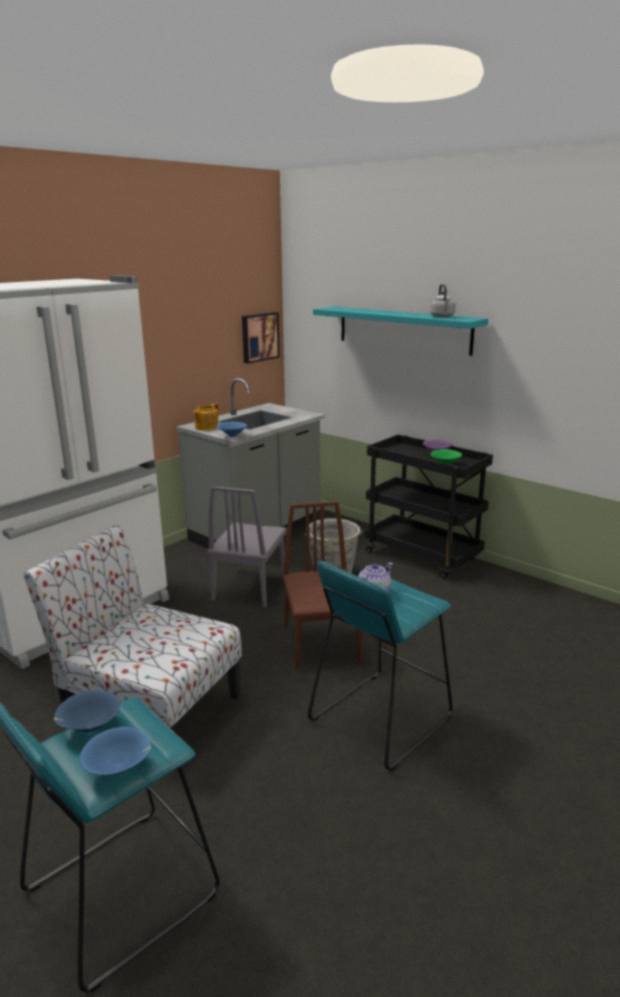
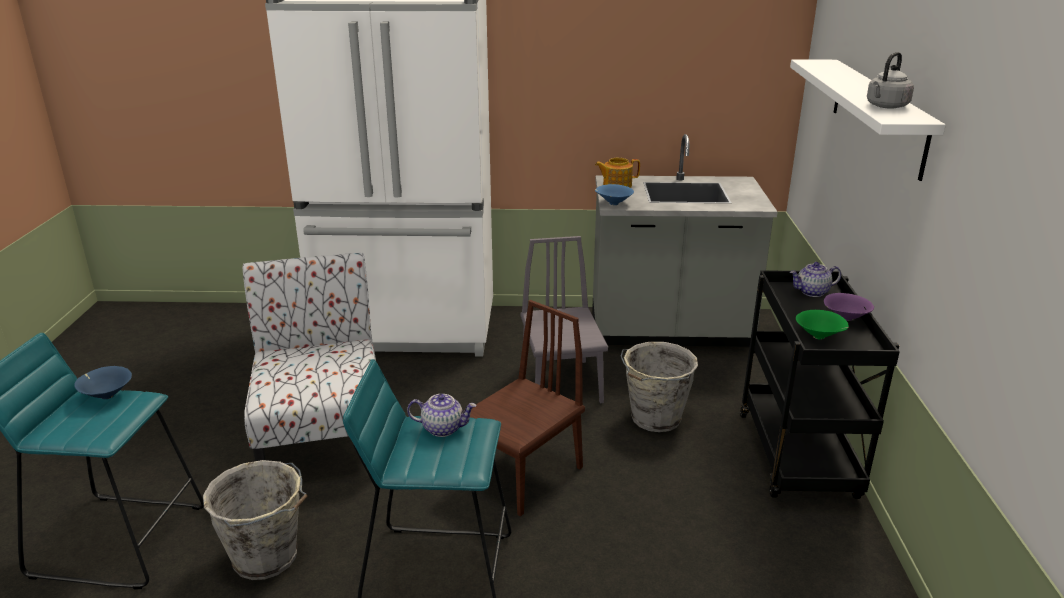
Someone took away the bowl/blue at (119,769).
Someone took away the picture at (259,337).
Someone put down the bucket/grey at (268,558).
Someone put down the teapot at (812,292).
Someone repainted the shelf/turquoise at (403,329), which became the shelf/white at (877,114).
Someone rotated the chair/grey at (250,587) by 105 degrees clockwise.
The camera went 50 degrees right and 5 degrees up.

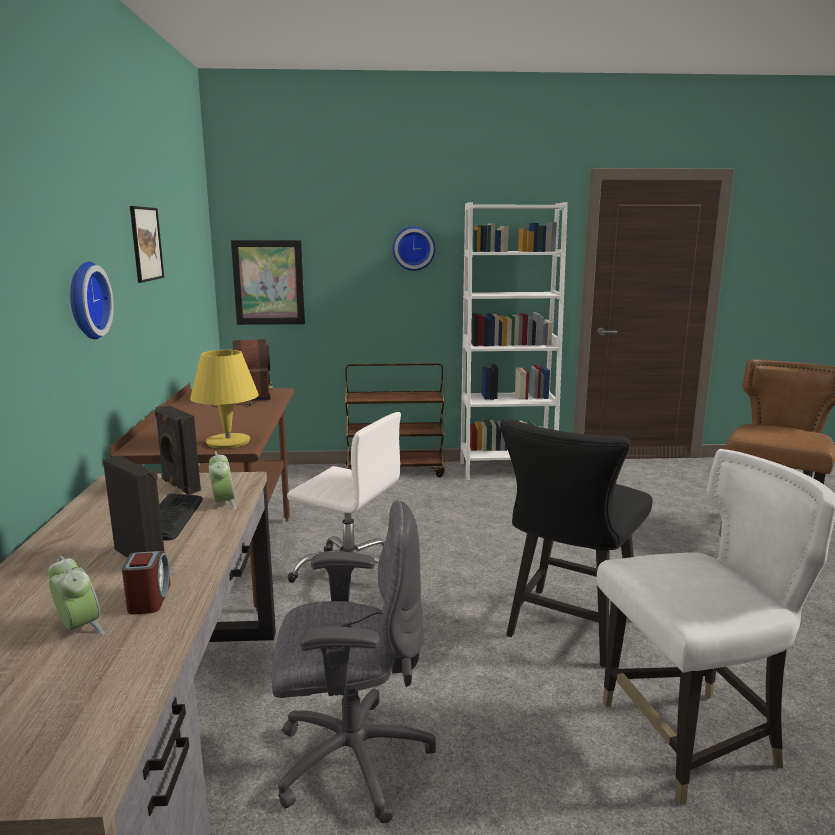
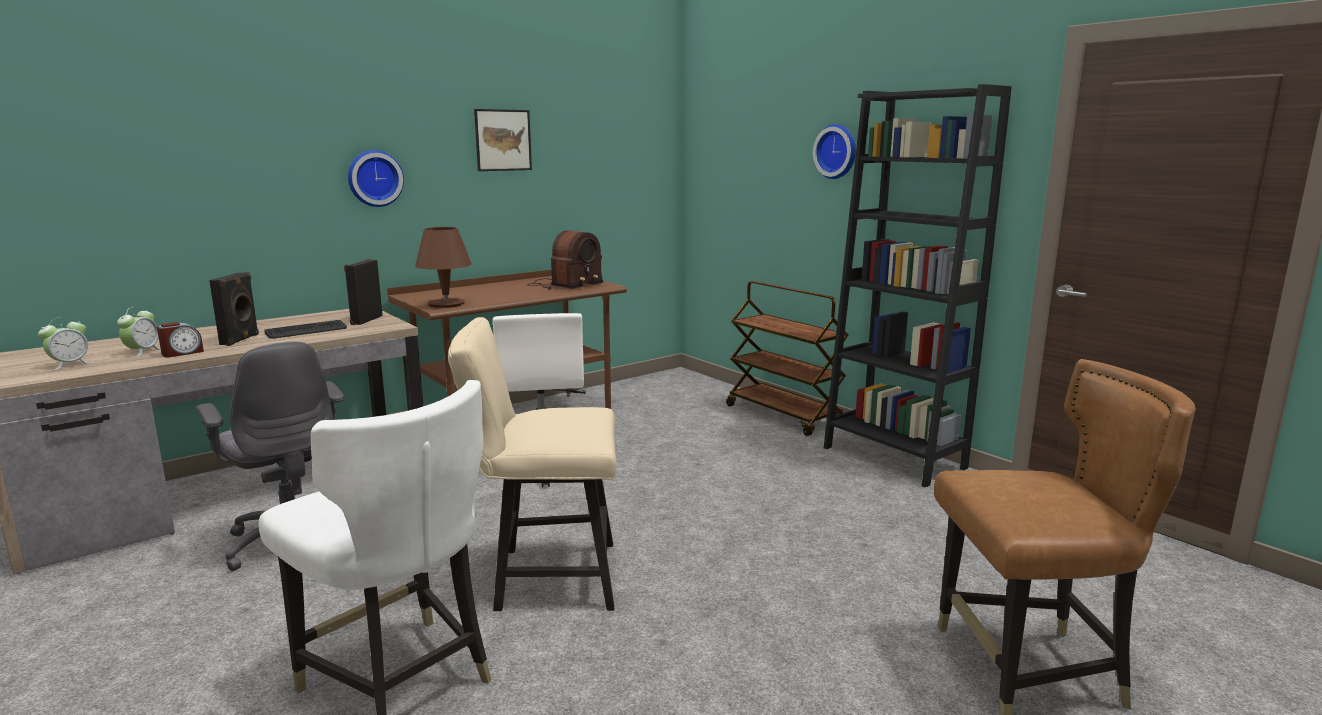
Someone took away the picture at (268,282).
Someone carried the alarm clock from (223,504) to (70,365).
Someone repainted the table lamp/yellow at (228,442), which became the table lamp/brown at (446,304).
Someone repainted the bookcase/white at (507,470), which became the bookcase/black at (893,457).
Someone repainted the chair/black at (567,631), which became the chair/beige at (545,577).
The camera went 55 degrees right and 0 degrees up.

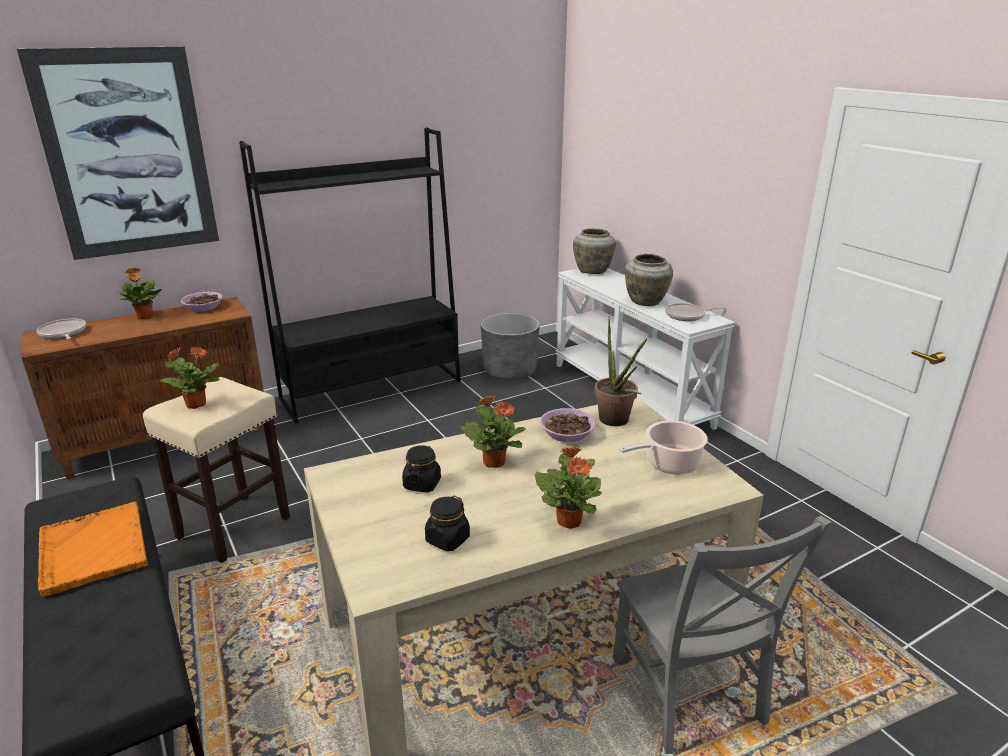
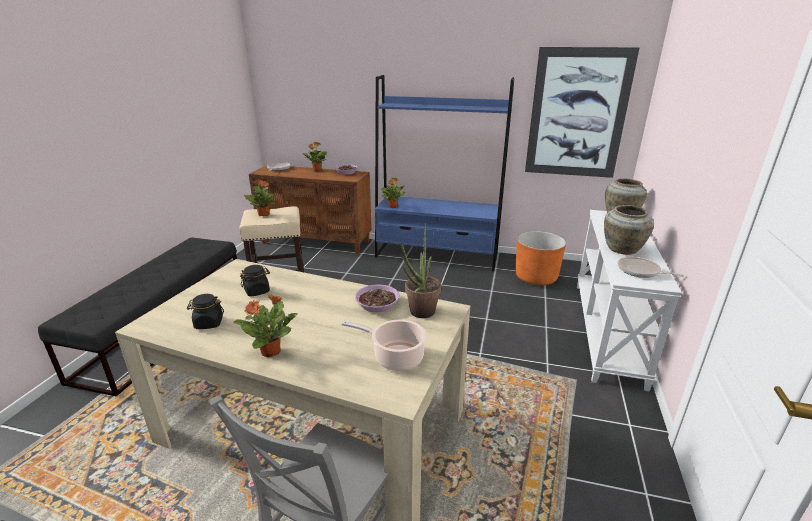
Someone took away the tray/orange at (93,550).
Someone carried the picture from (128,154) to (577,114).
Someone carried the potted plant from (493,462) to (393,206).
Someone repainted the bookcase/black at (373,390), which became the bookcase/blue at (436,256).
Someone repainted the planter/grey at (509,371), which became the planter/orange at (536,277).
The camera went 45 degrees right and 0 degrees up.

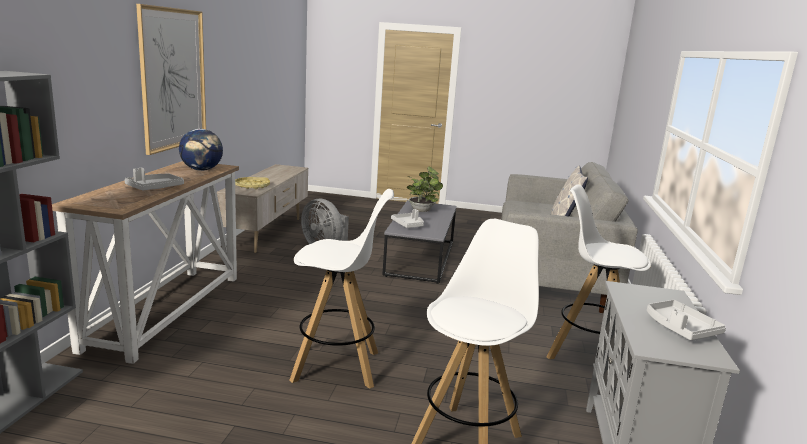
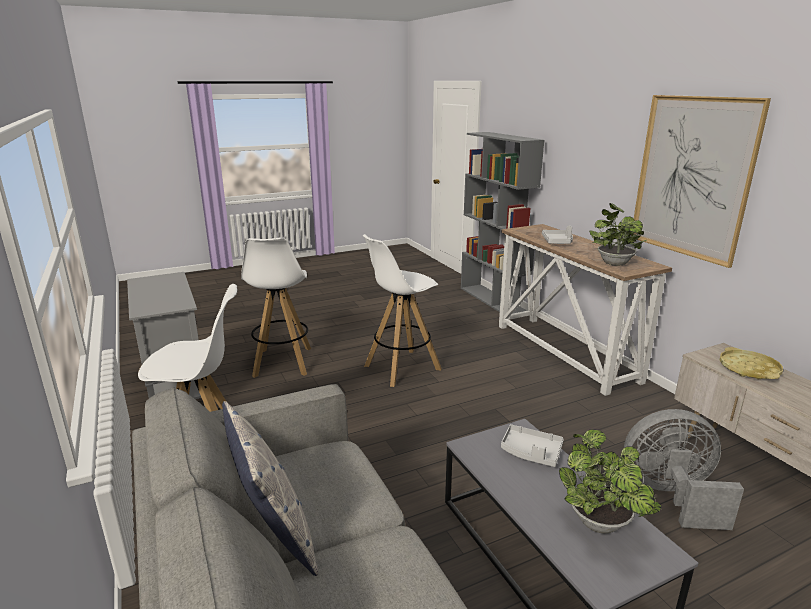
Someone took away the tray/grey at (680,328).
Someone swapped the globe at (202,170) for the potted plant at (613,262).
The camera went 145 degrees right and 5 degrees up.

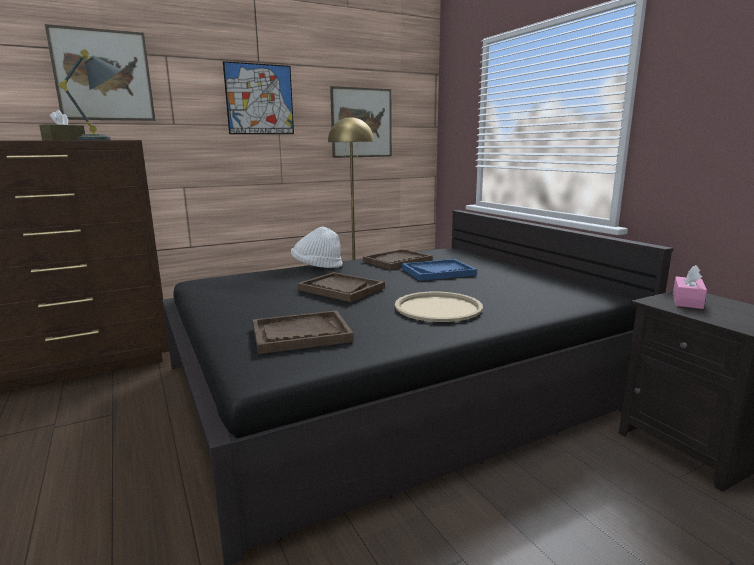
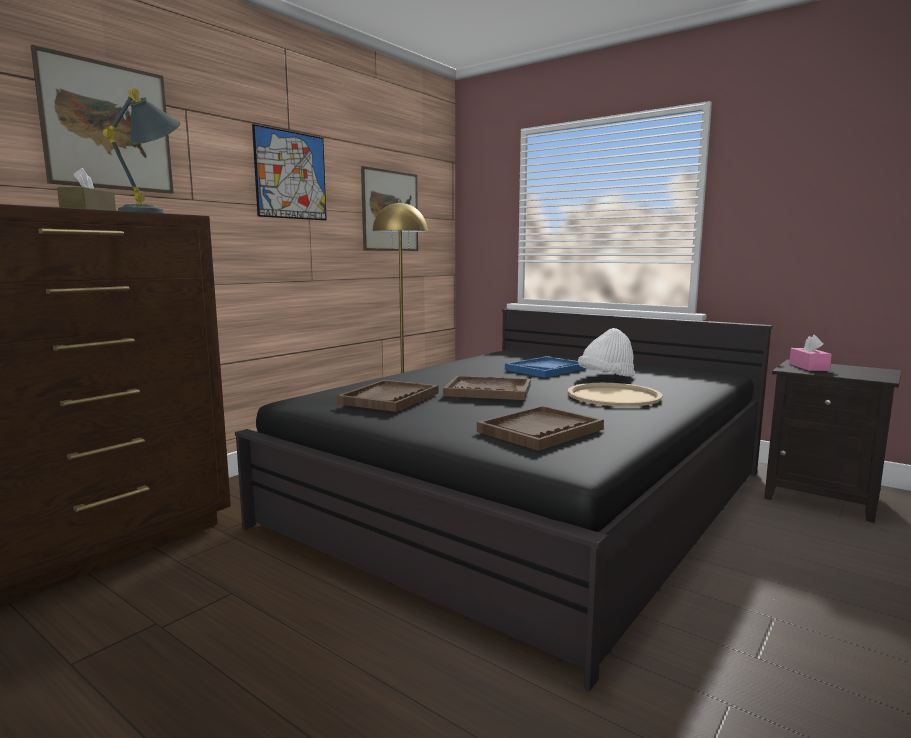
Someone carried the hat/white from (317,267) to (606,377).
Someone carried the tray/brown from (397,261) to (389,398).
The camera went 25 degrees left and 5 degrees down.

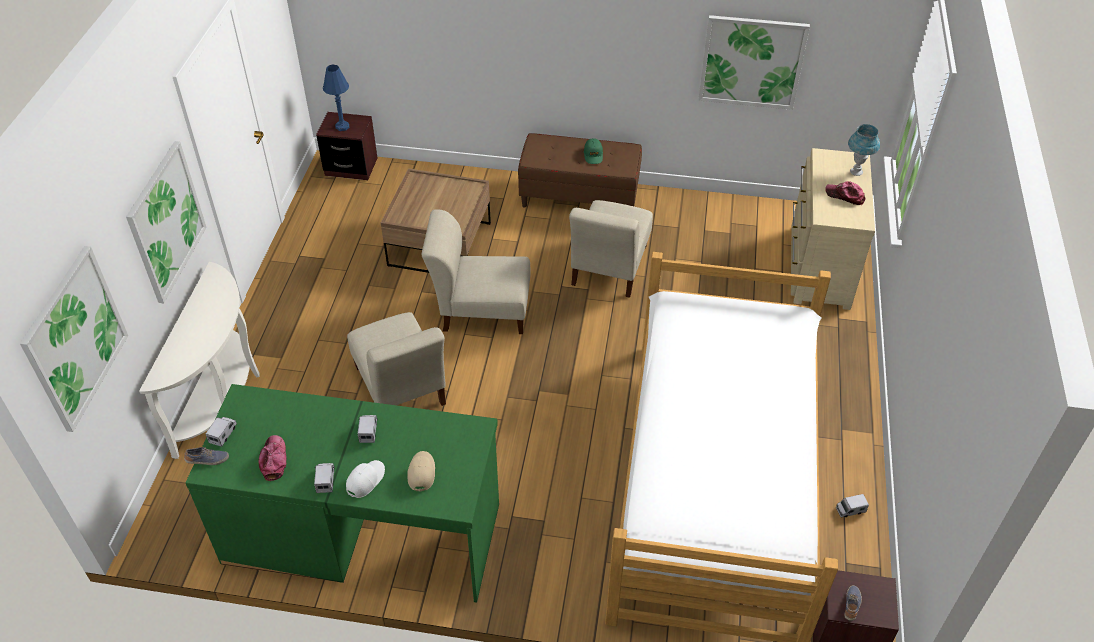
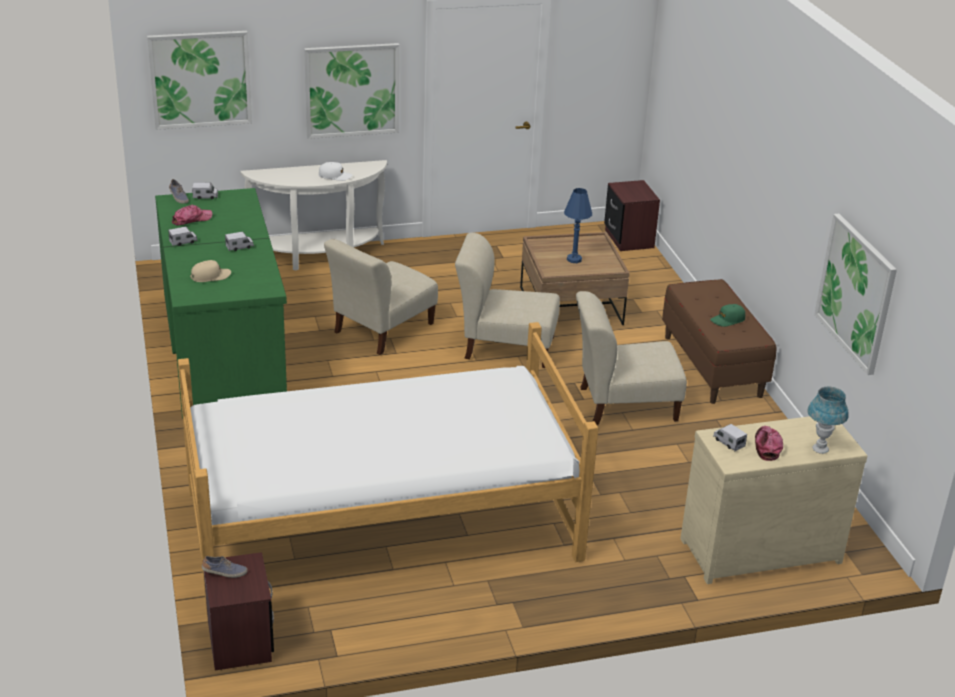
Someone carried the table lamp/blue from (342,127) to (574,259).
Someone carried the cap/white from (365,480) to (335,176).
Someone carried the toy truck from (850,510) to (728,442).
Someone rotated the chair/beige at (481,310) by 60 degrees counterclockwise.
The camera went 65 degrees right and 15 degrees down.

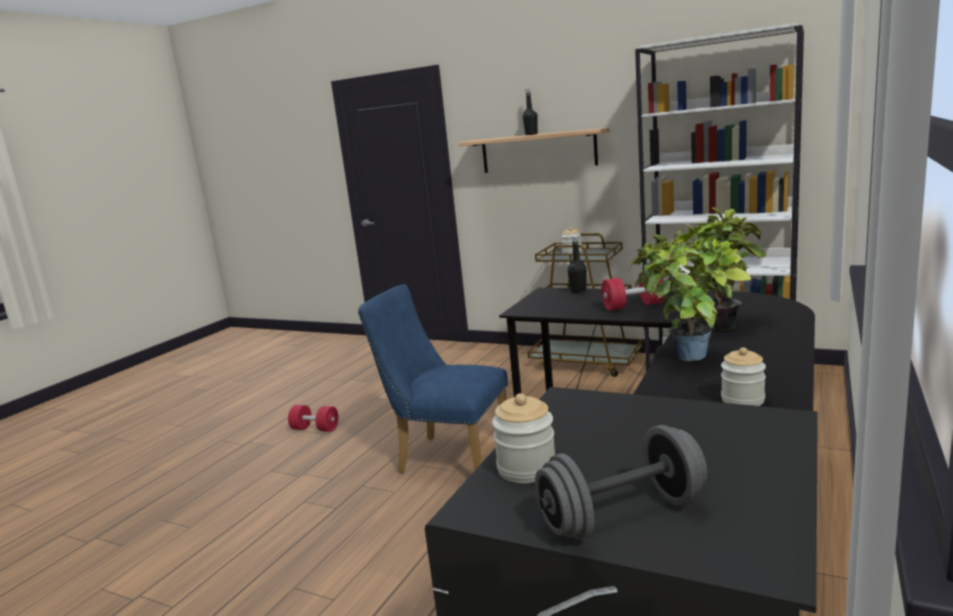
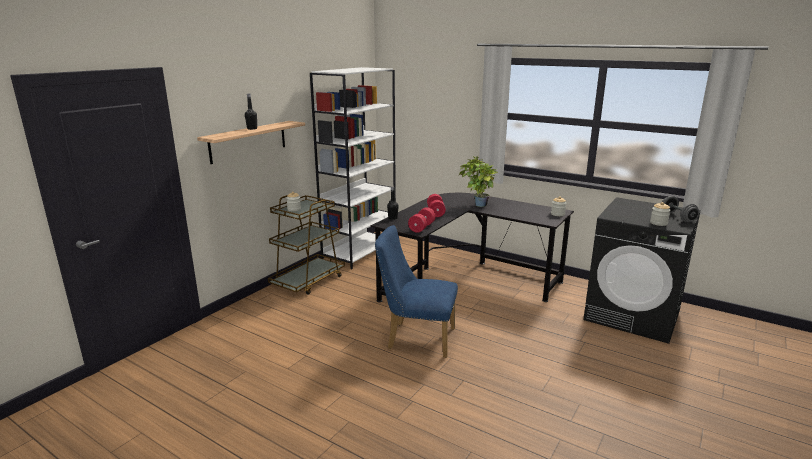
Someone took away the potted plant at (685,359).
Someone carried the dumbbell/red from (315,429) to (422,227).
Someone rotated the chair/blue at (447,457) by 75 degrees clockwise.
The camera went 85 degrees left and 5 degrees up.

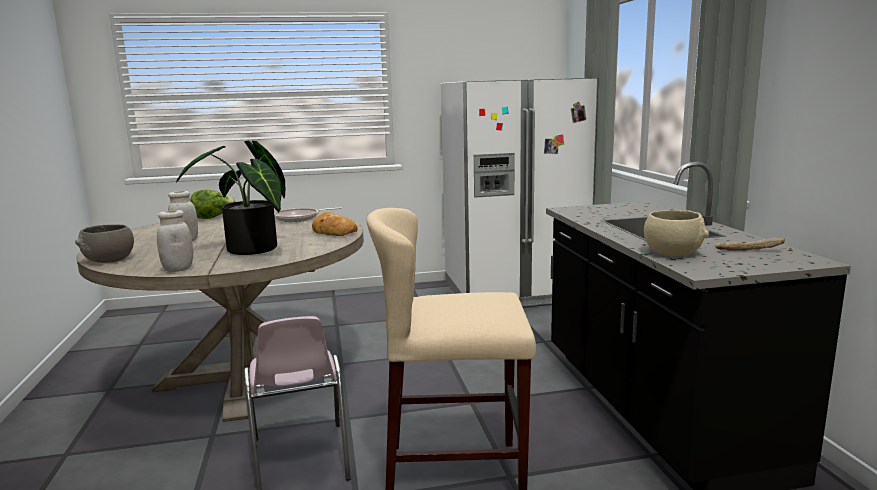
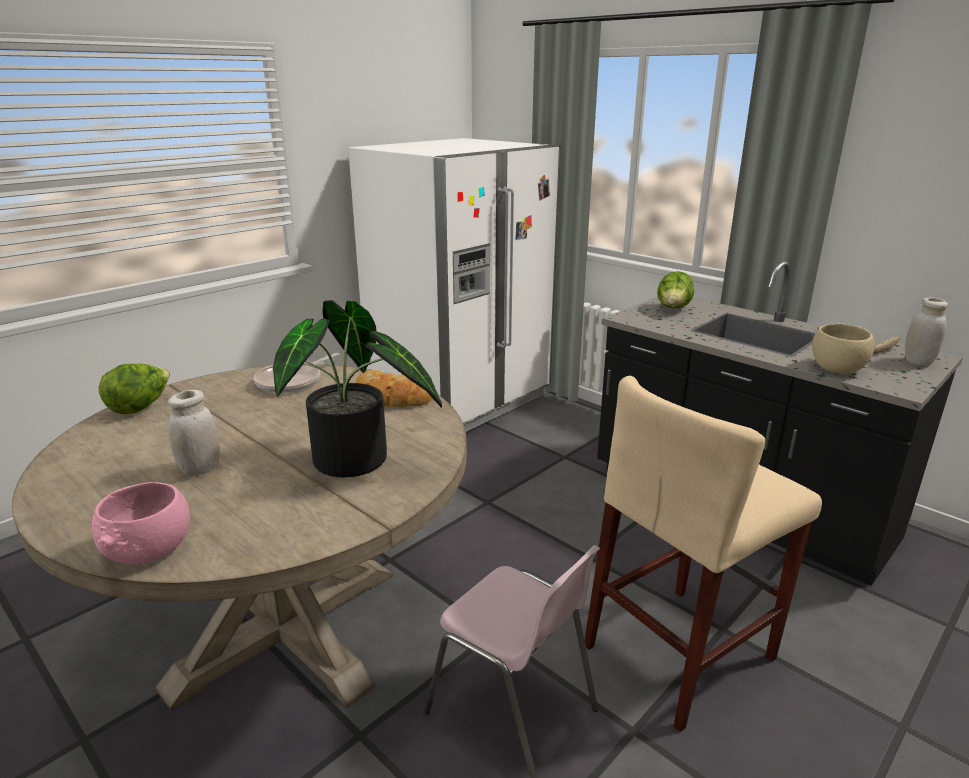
Someone put down the lettuce at (673,309).
Someone carried the jar/white from (178,269) to (918,361).
Someone repainted the bowl/grey at (109,260), which became the bowl/pink at (148,550).
The camera went 35 degrees left and 10 degrees up.

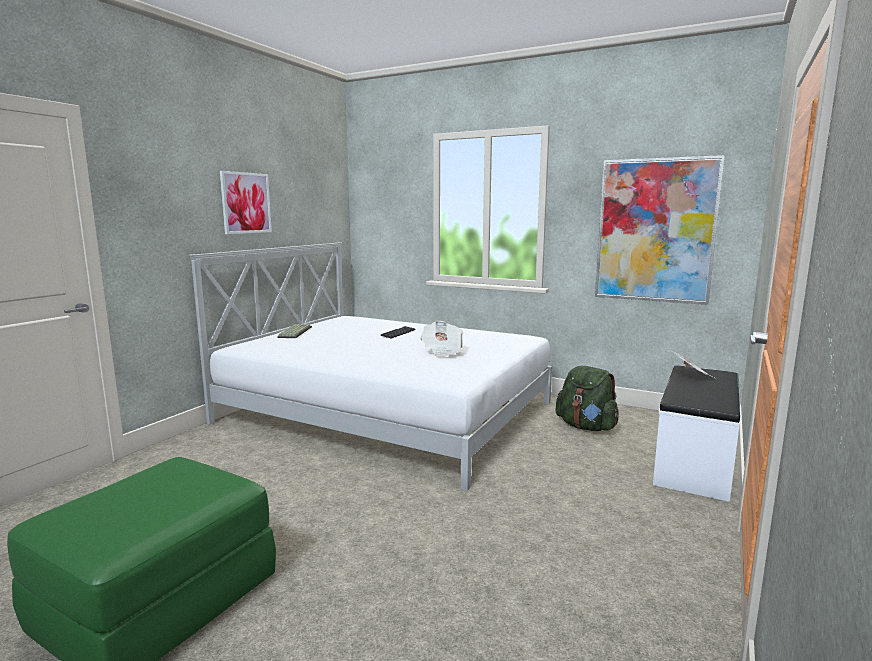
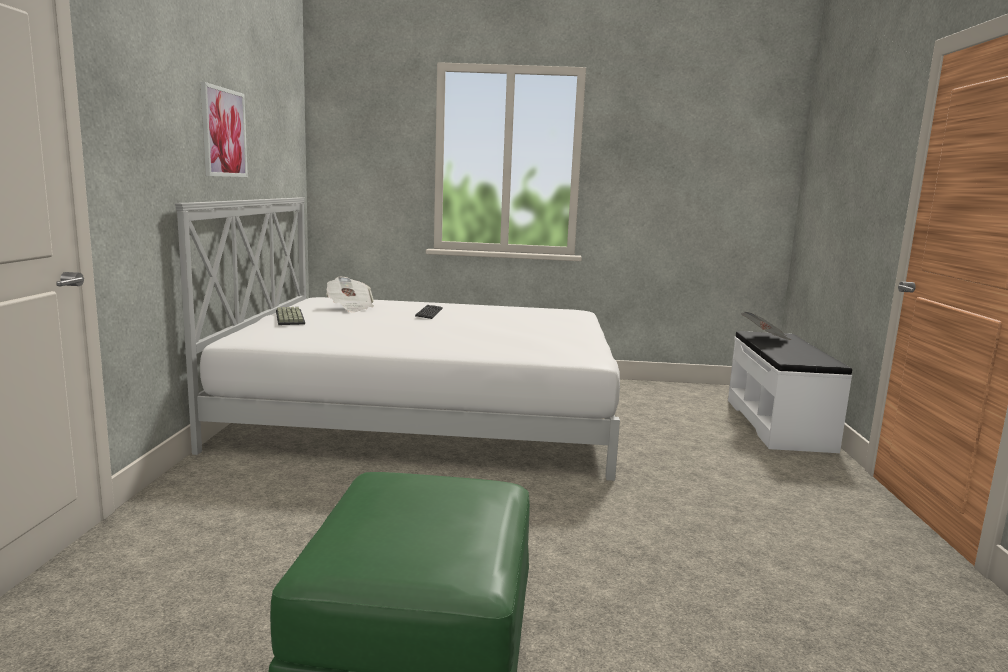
Someone took away the backpack/green at (586,427).
Someone took away the picture at (655,231).
Someone carried the newspaper from (442,351) to (350,307).
The camera went 25 degrees left and 0 degrees up.

